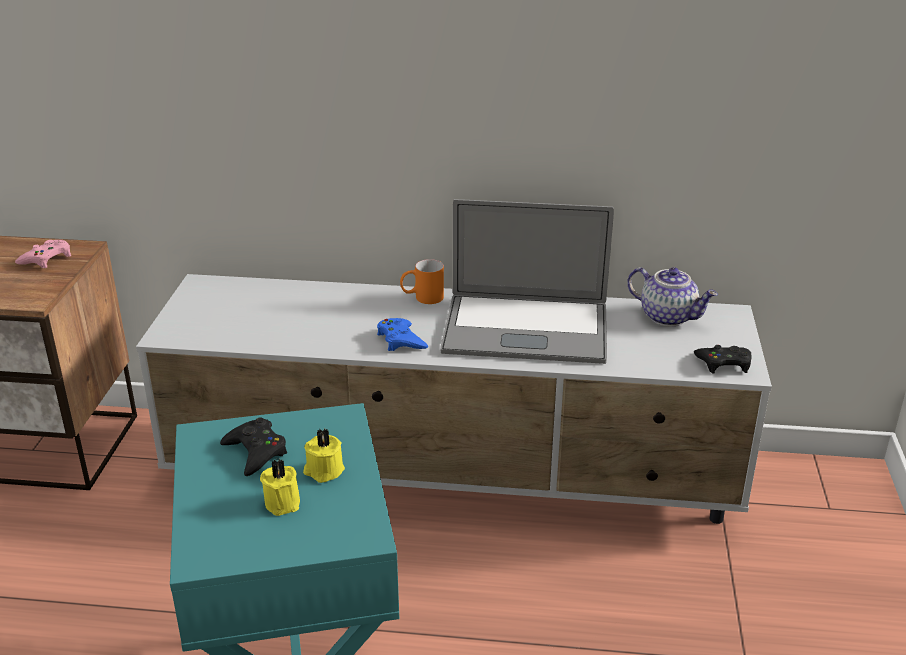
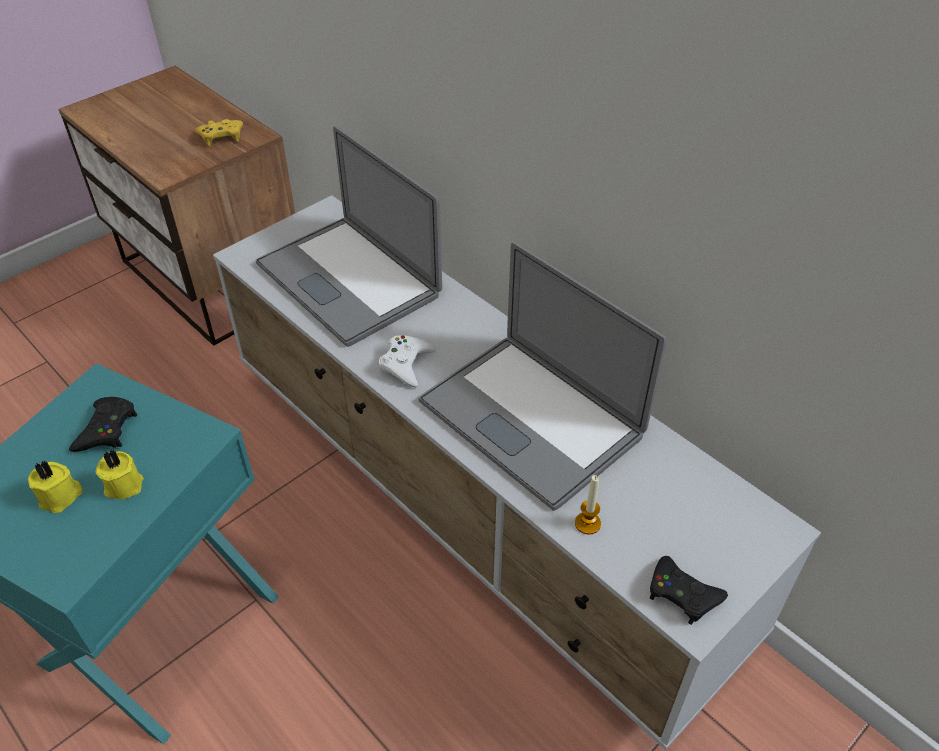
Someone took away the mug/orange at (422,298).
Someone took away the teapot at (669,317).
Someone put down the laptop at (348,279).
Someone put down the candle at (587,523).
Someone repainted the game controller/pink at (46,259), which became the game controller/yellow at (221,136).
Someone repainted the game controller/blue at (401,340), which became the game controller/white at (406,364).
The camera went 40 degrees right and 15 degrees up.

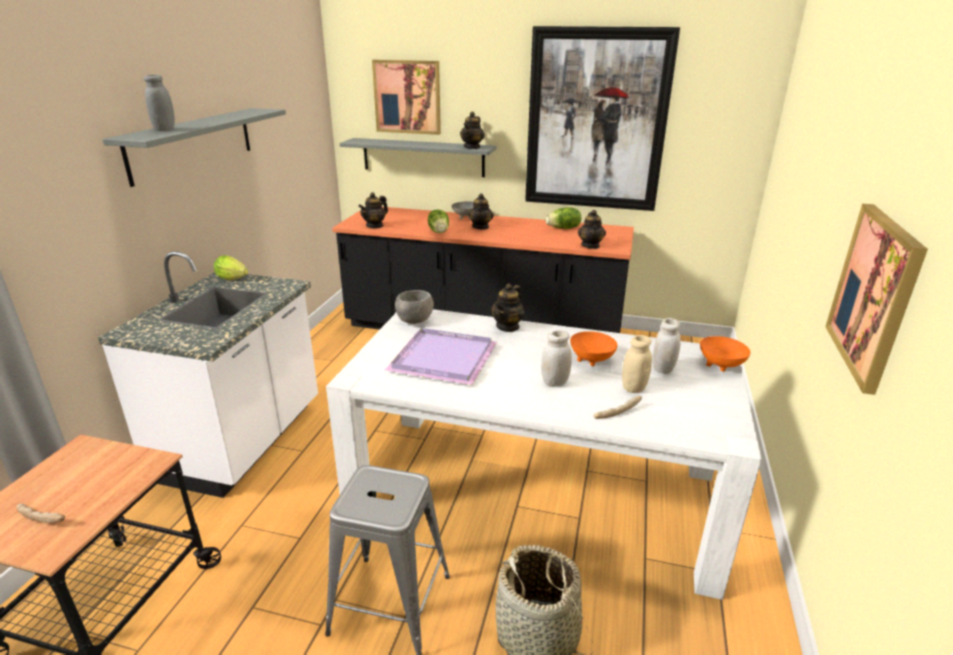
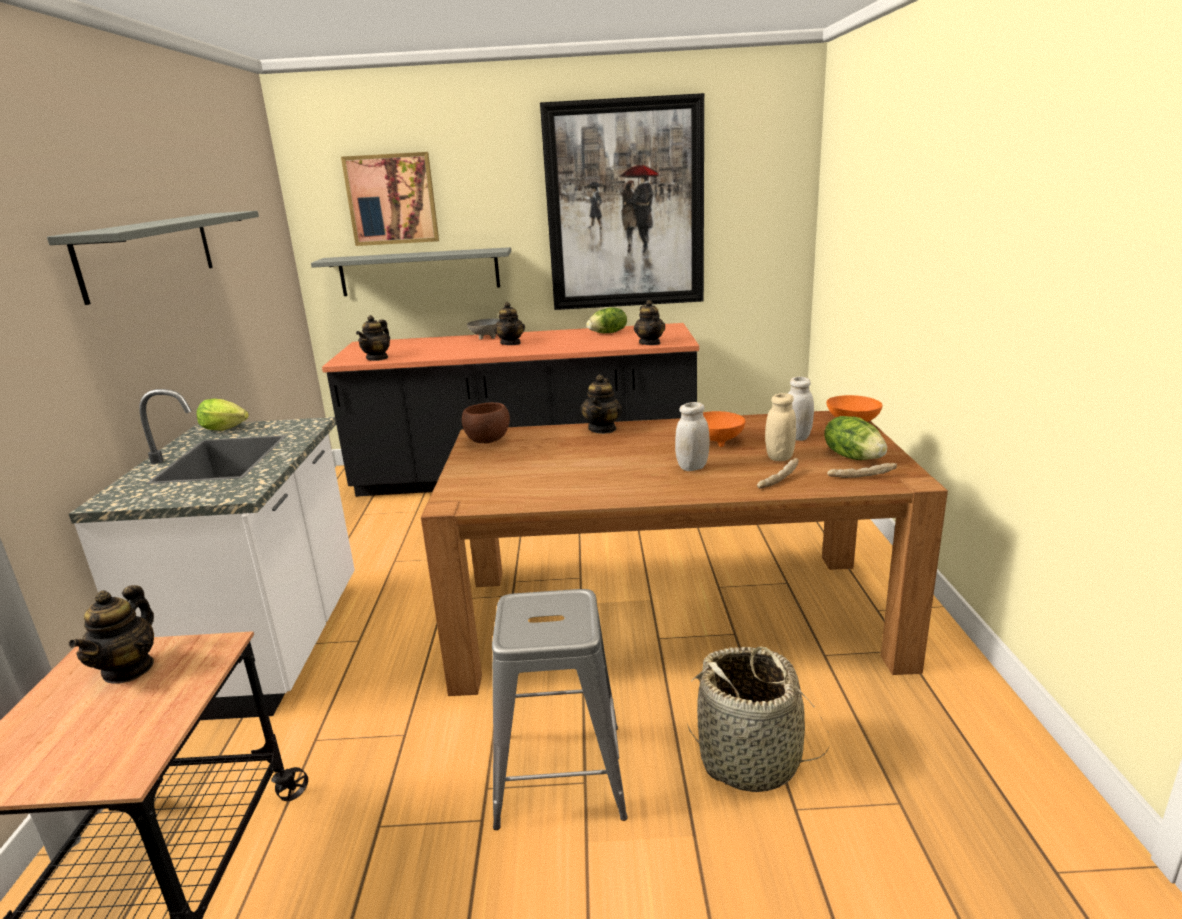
Someone took away the jar/grey at (165,130).
Someone took away the tray/purple at (444,360).
Someone took away the picture at (874,294).
Someone carried the bread from (42,517) to (861,476).
Someone carried the lettuce from (439,232) to (853,457).
Someone carried the teapot from (472,147) to (129,669).
Someone repainted the dining table/white at (535,489), which became the dining table/brown at (671,617).
Someone repainted the bowl/grey at (414,321), which became the bowl/brown at (487,441).
The camera went 15 degrees left and 5 degrees down.

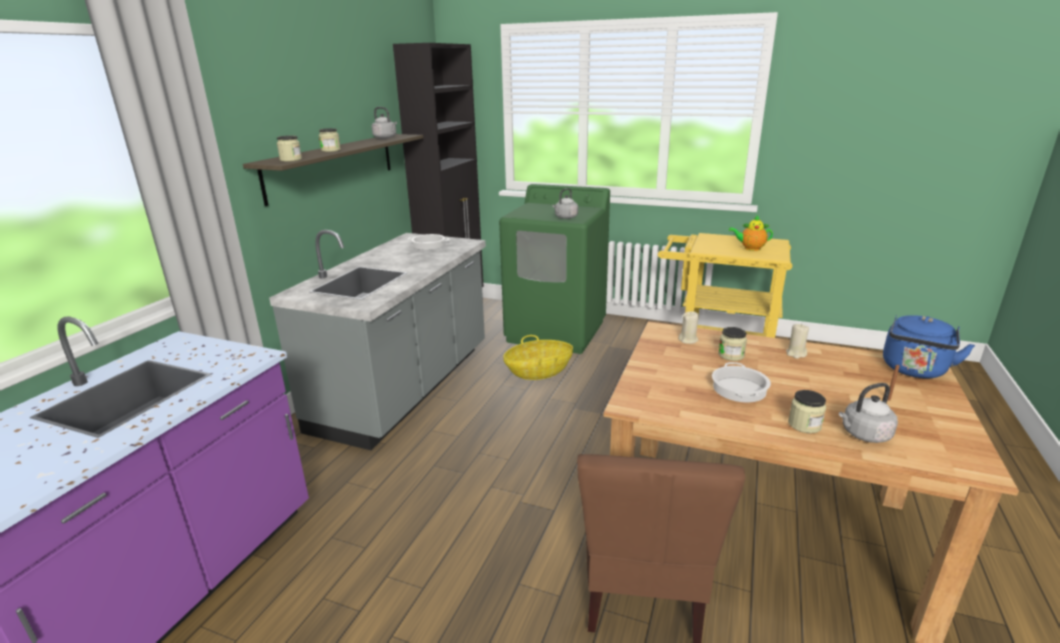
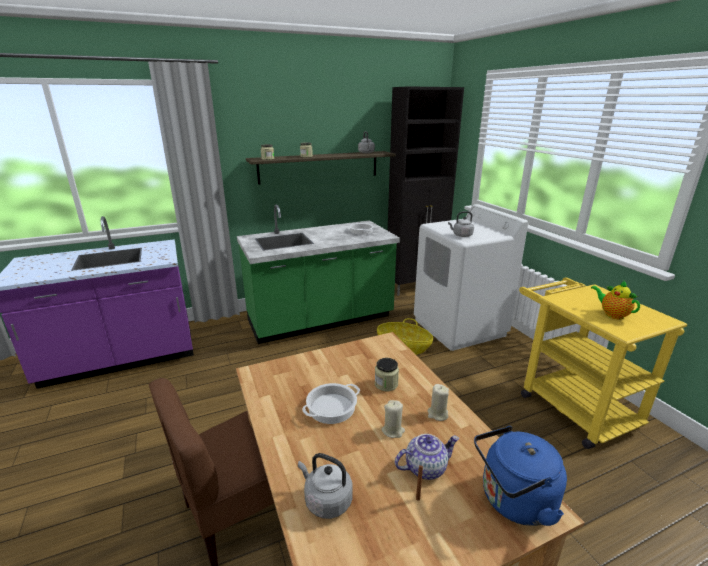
Someone took away the jar at (804,425).
Someone put down the teapot at (425,467).
Someone carried the candle/beige from (688,340) to (393,431).
Someone repainted the counter/grey at (406,388), which became the counter/green at (320,320).
Someone repainted the washing machine/green at (556,331), which became the washing machine/white at (459,327).
The camera went 45 degrees right and 0 degrees up.

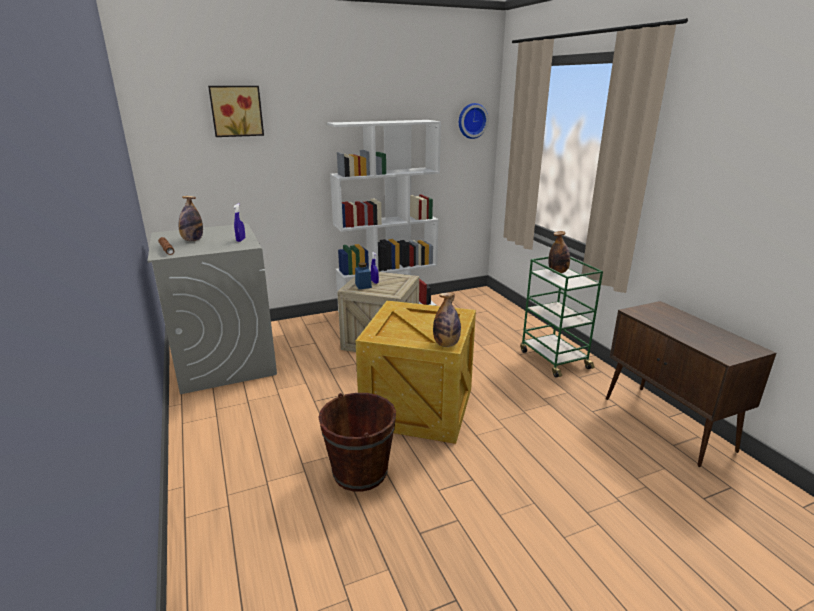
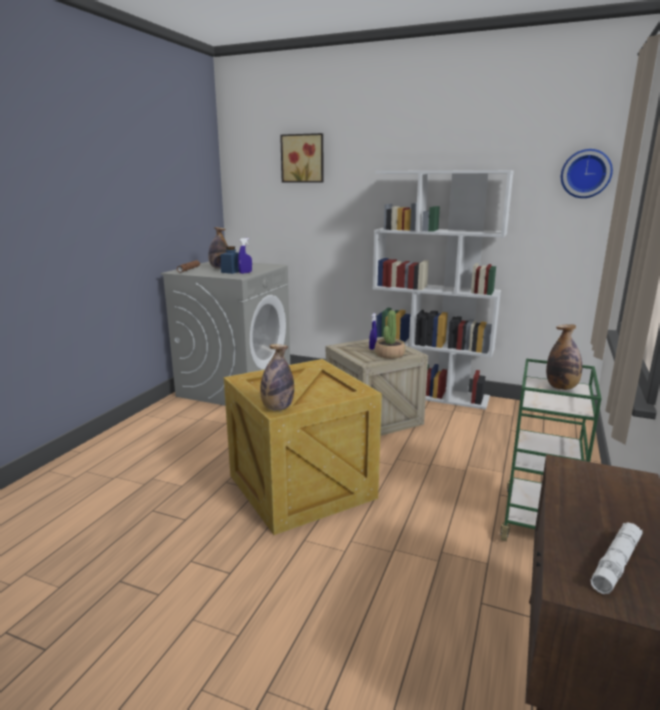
Someone took away the bucket/brown at (360,472).
Someone put down the potted plant at (389,354).
Someone put down the flashlight/white at (616,563).
Someone carried the jar/blue from (363,285) to (232,271).
The camera went 45 degrees right and 5 degrees down.

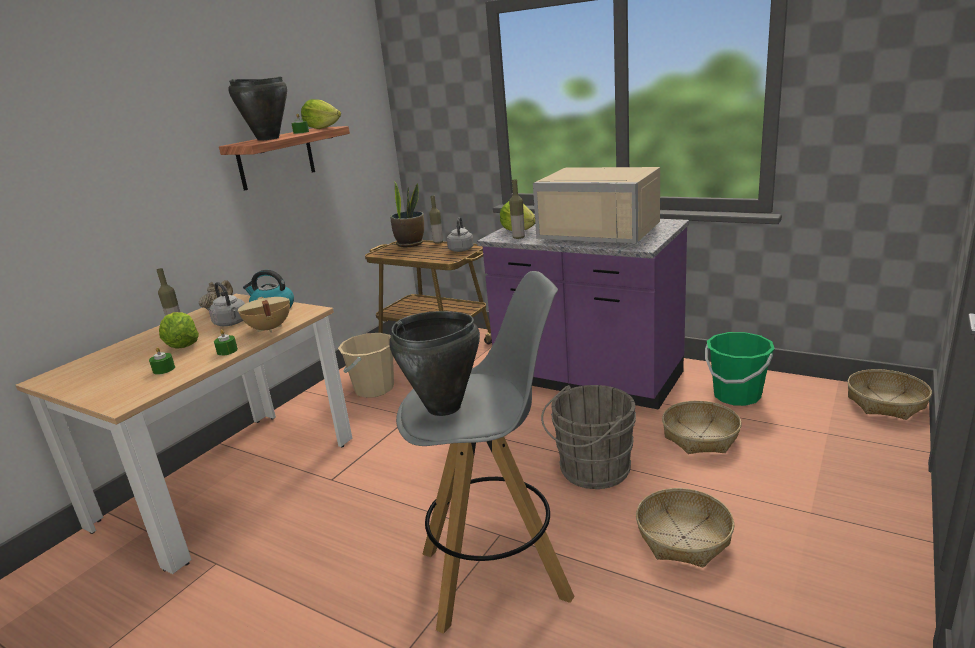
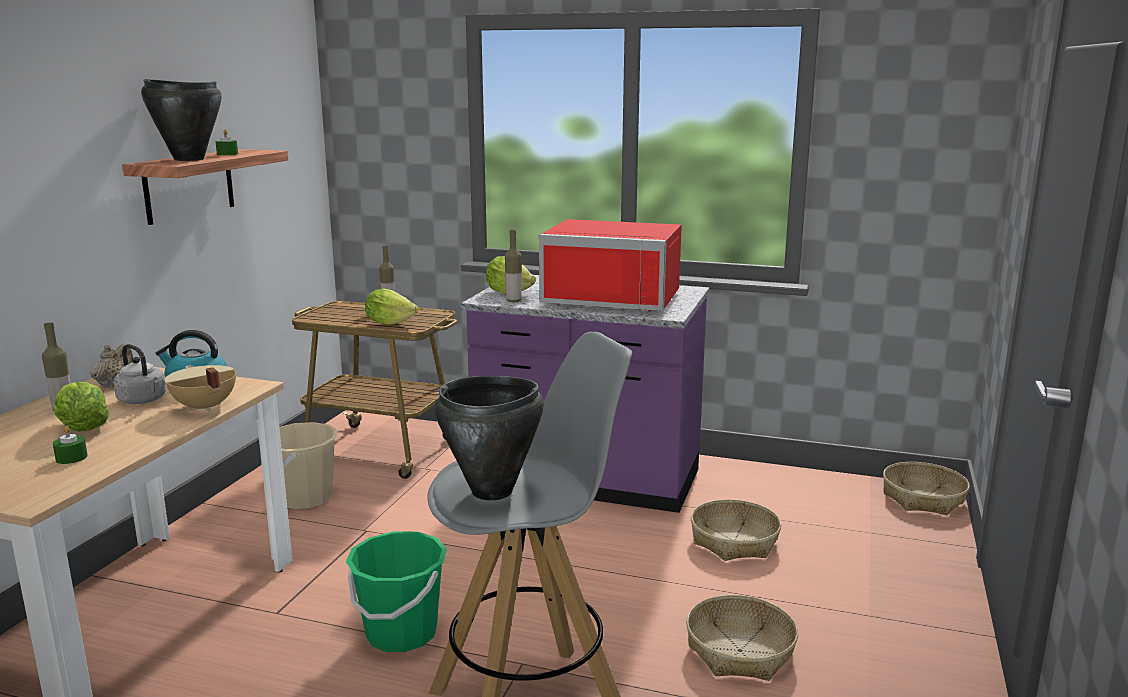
Someone took away the candle/green at (227,351).
Someone took away the potted plant at (410,244).
Someone took away the kettle/grey at (461,249).
Someone took away the bucket/grey at (591,470).
Someone carried the lettuce from (322,128) to (389,322).
Someone carried the bucket/green from (736,396) to (401,633).
Someone repainted the microwave/beige at (602,231), which became the microwave/red at (614,297).
The camera went 15 degrees left and 5 degrees down.

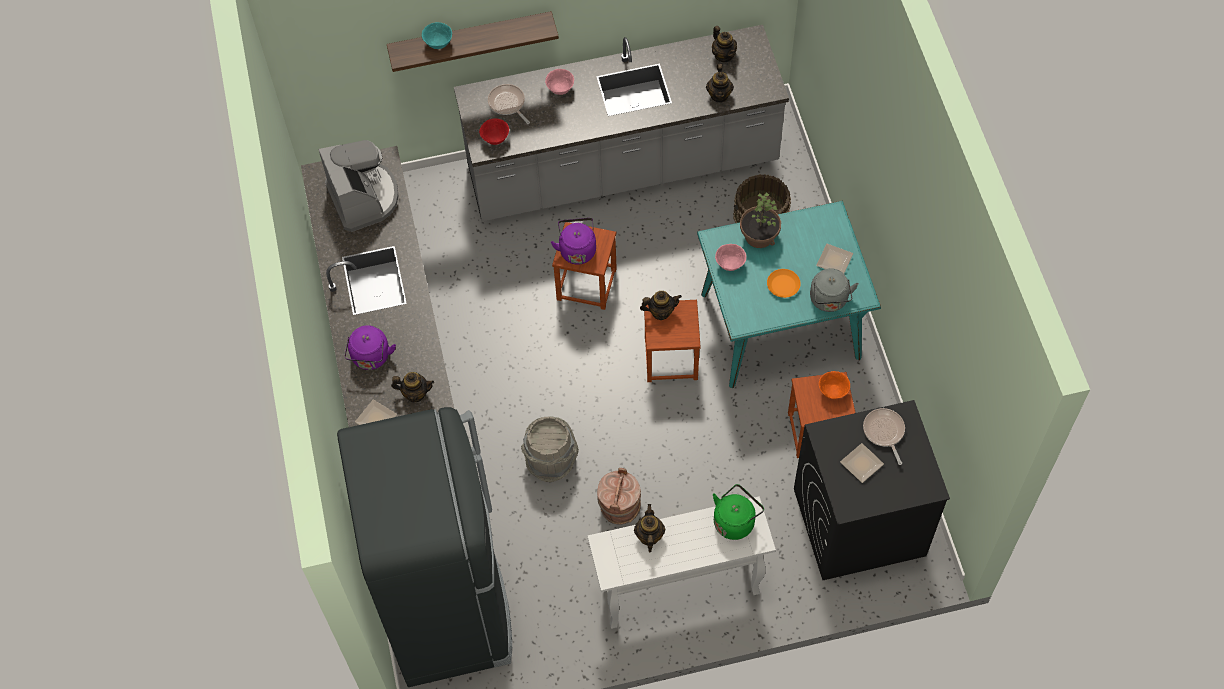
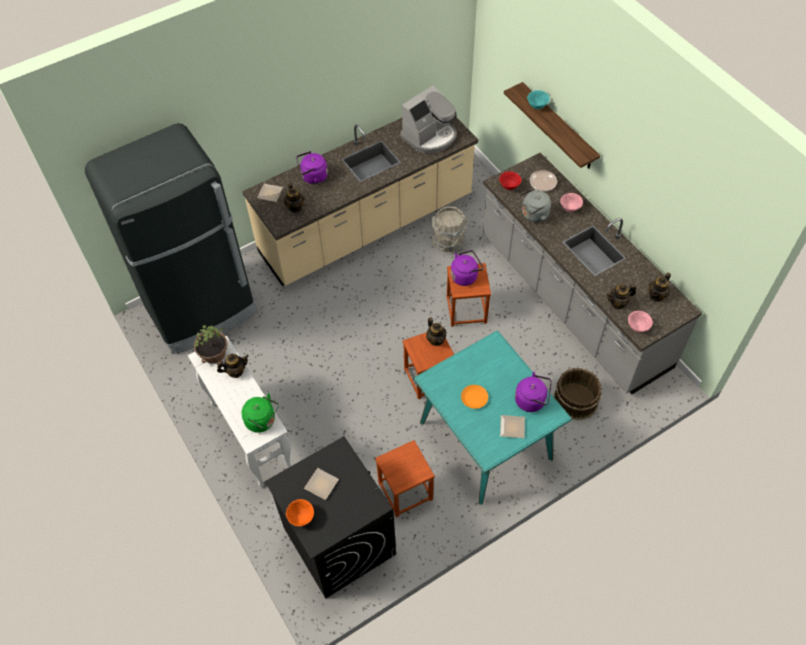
Someone took away the bucket/brown at (619,506).
Someone took away the frying pan at (884,432).
Someone put down the kettle/purple at (532,400).
Someone carried the bucket/grey from (550,460) to (448,241).
Someone carried the bowl/pink from (730,264) to (637,327).
Someone carried the potted plant from (758,236) to (213,353).
Someone carried the kettle/grey from (829,301) to (533,215).
Someone carried the bowl/orange from (833,391) to (301,518).
The camera went 70 degrees right and 5 degrees down.

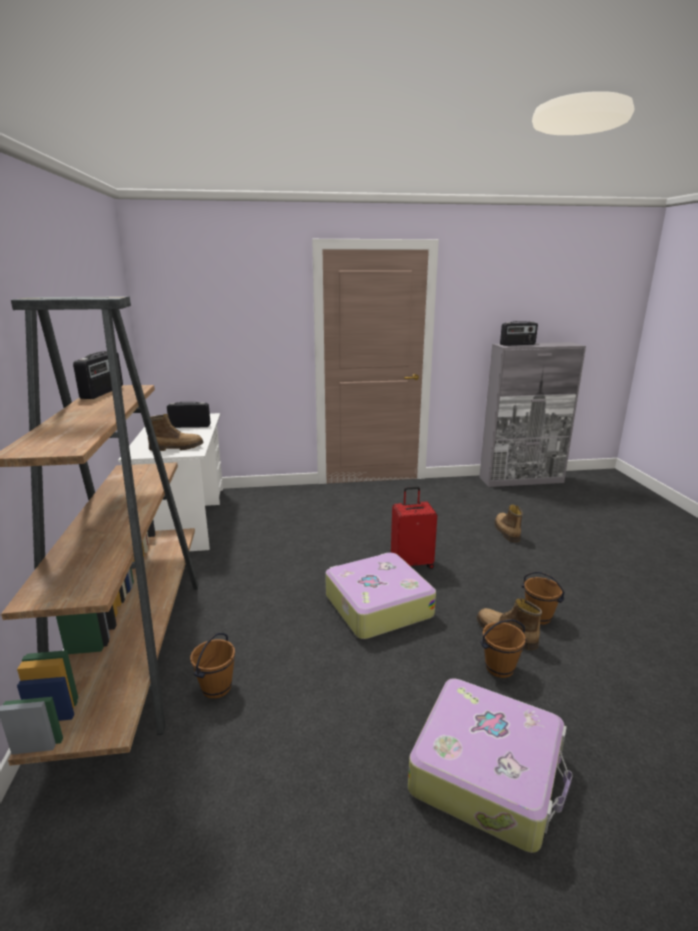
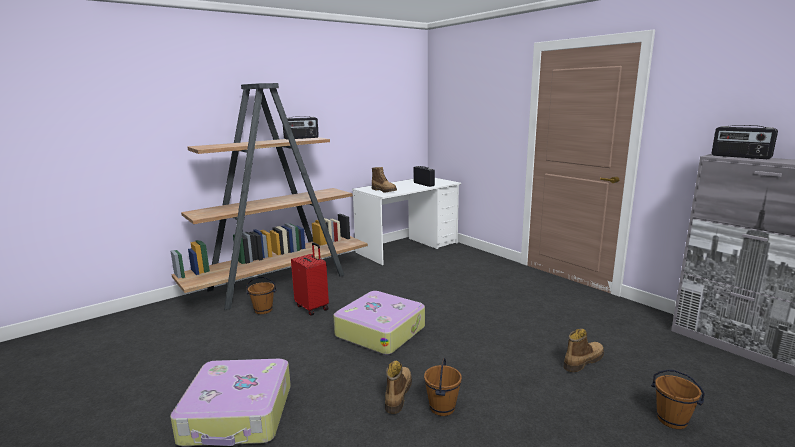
Someone carried the suitcase/red from (412,563) to (313,307).
Someone carried the bucket/brown from (499,667) to (672,420).
The camera went 60 degrees right and 5 degrees down.

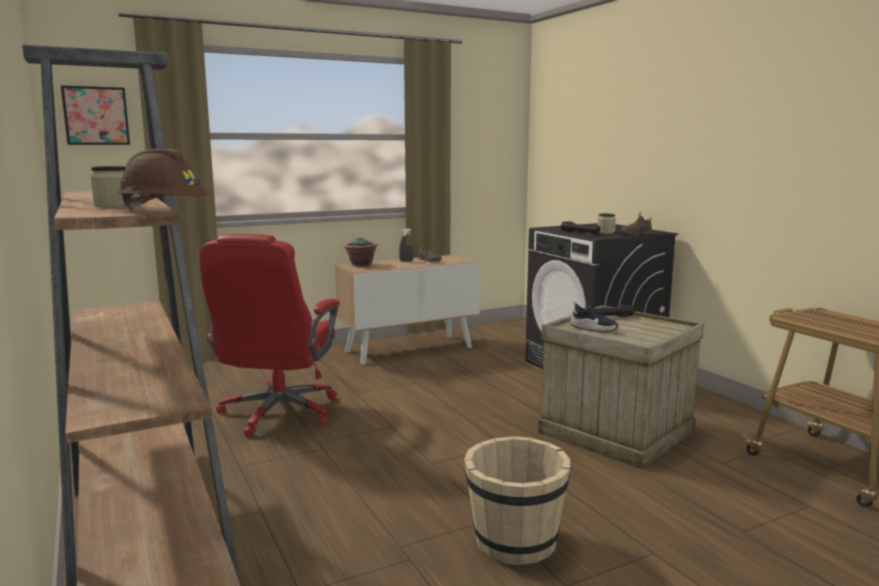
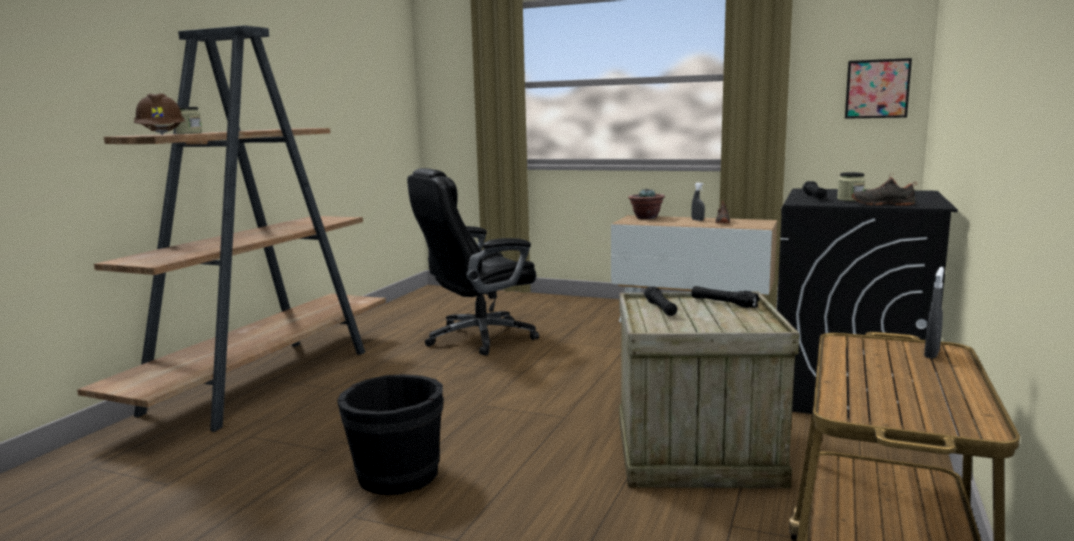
Someone put down the spray bottle/grey at (931,354).
Someone carried the picture from (96,115) to (877,89).
Someone swapped the shoe at (593,329) for the flashlight/black at (660,308).
Someone repainted the office chair/red at (278,413), which became the office chair/black at (478,338).
Someone repainted the bucket/beige at (515,542), which became the bucket/black at (397,476).
The camera went 50 degrees right and 0 degrees up.

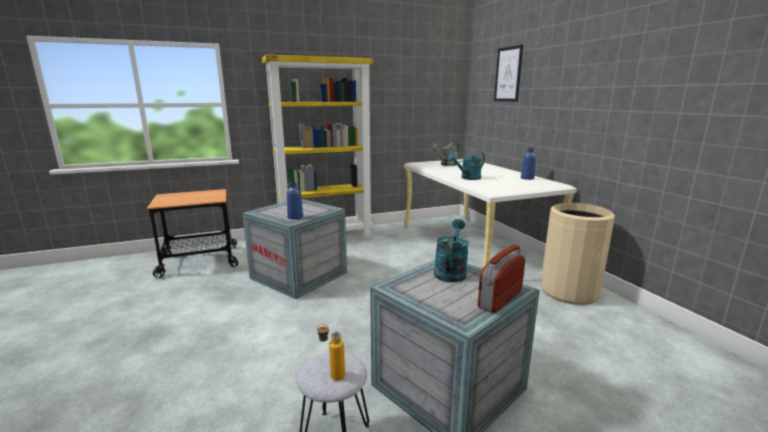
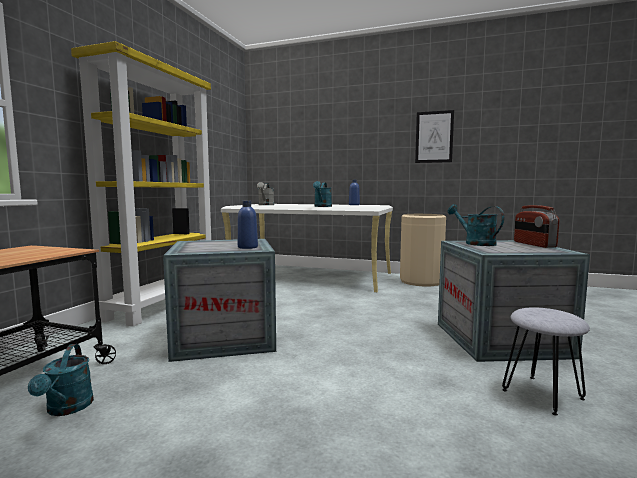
Someone took away the bottle at (332,375).
Someone put down the watering can/turquoise at (67,409).
Someone carried the picture from (508,74) to (434,137).
The camera went 50 degrees left and 10 degrees down.

